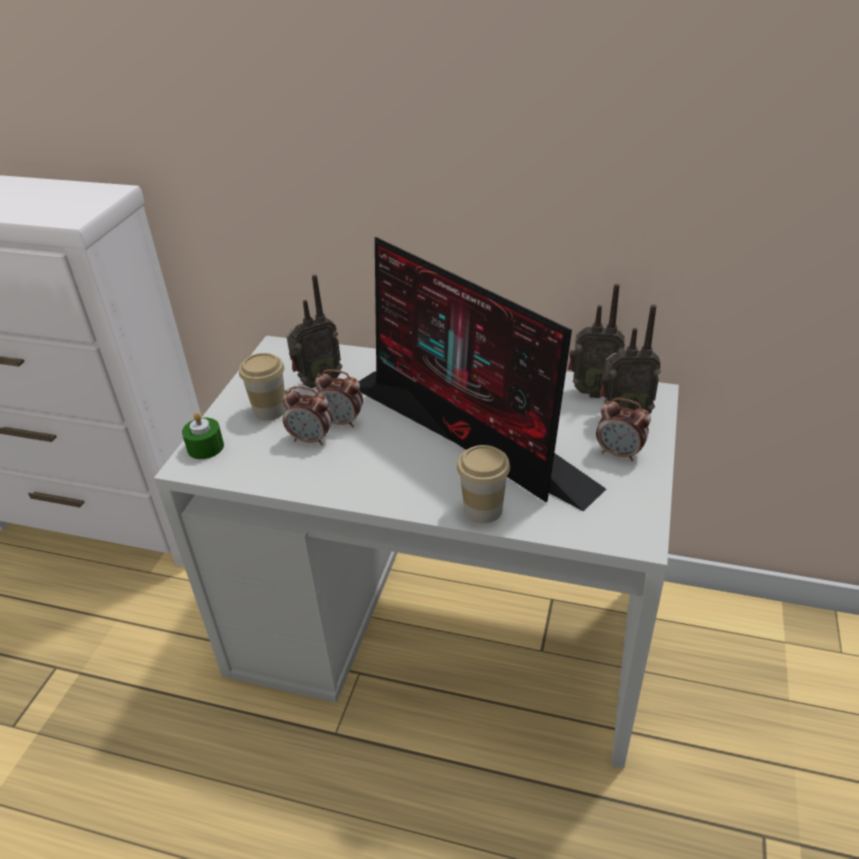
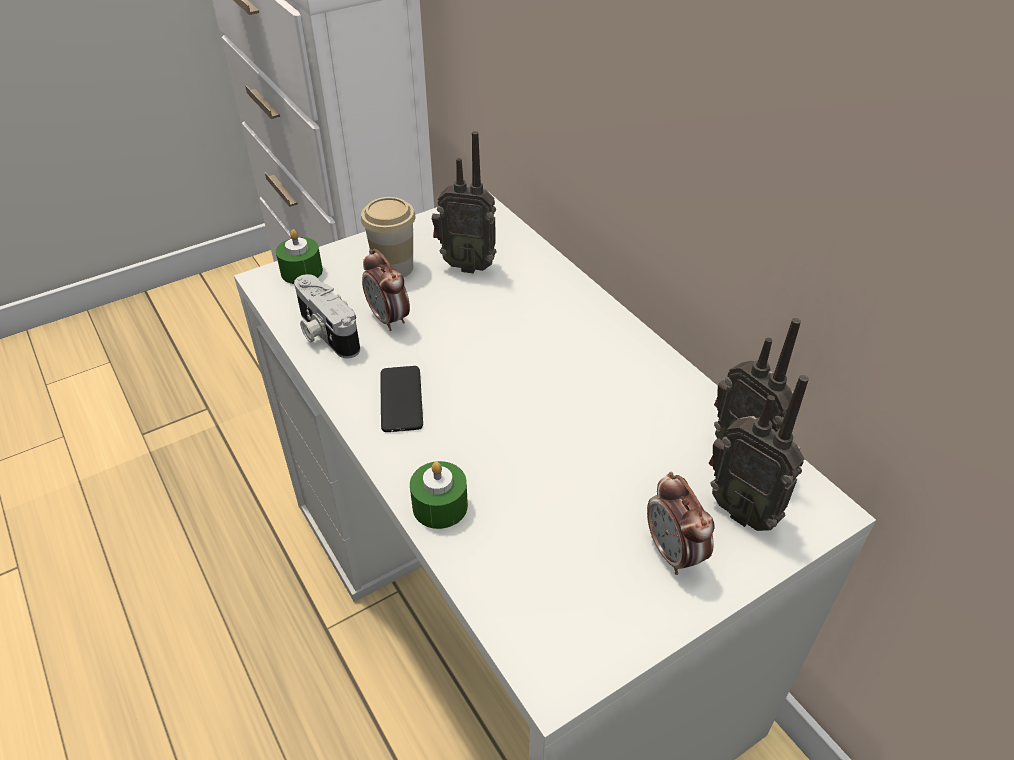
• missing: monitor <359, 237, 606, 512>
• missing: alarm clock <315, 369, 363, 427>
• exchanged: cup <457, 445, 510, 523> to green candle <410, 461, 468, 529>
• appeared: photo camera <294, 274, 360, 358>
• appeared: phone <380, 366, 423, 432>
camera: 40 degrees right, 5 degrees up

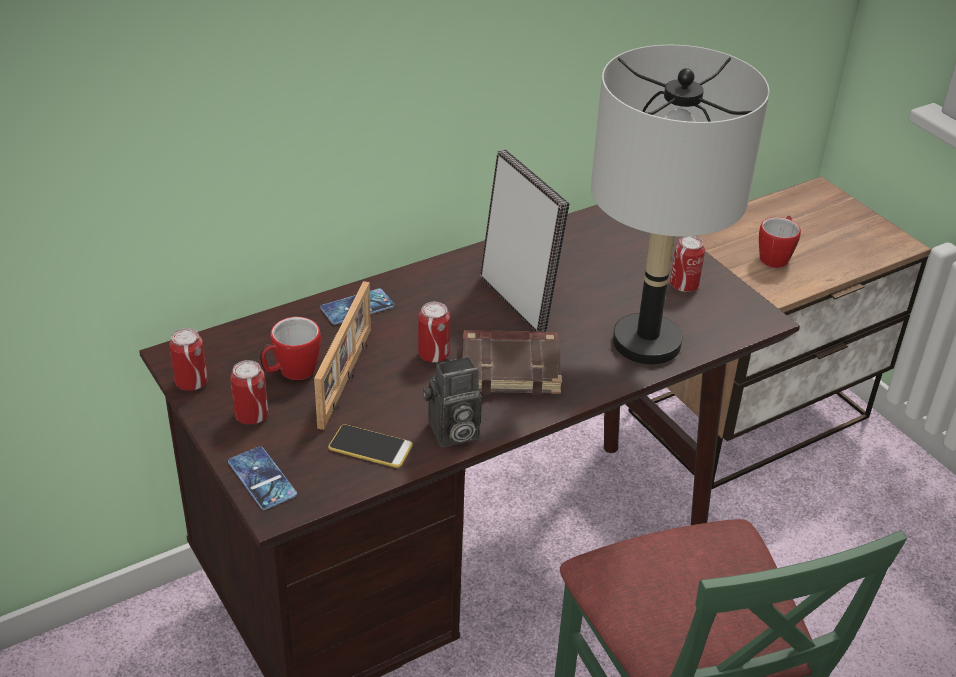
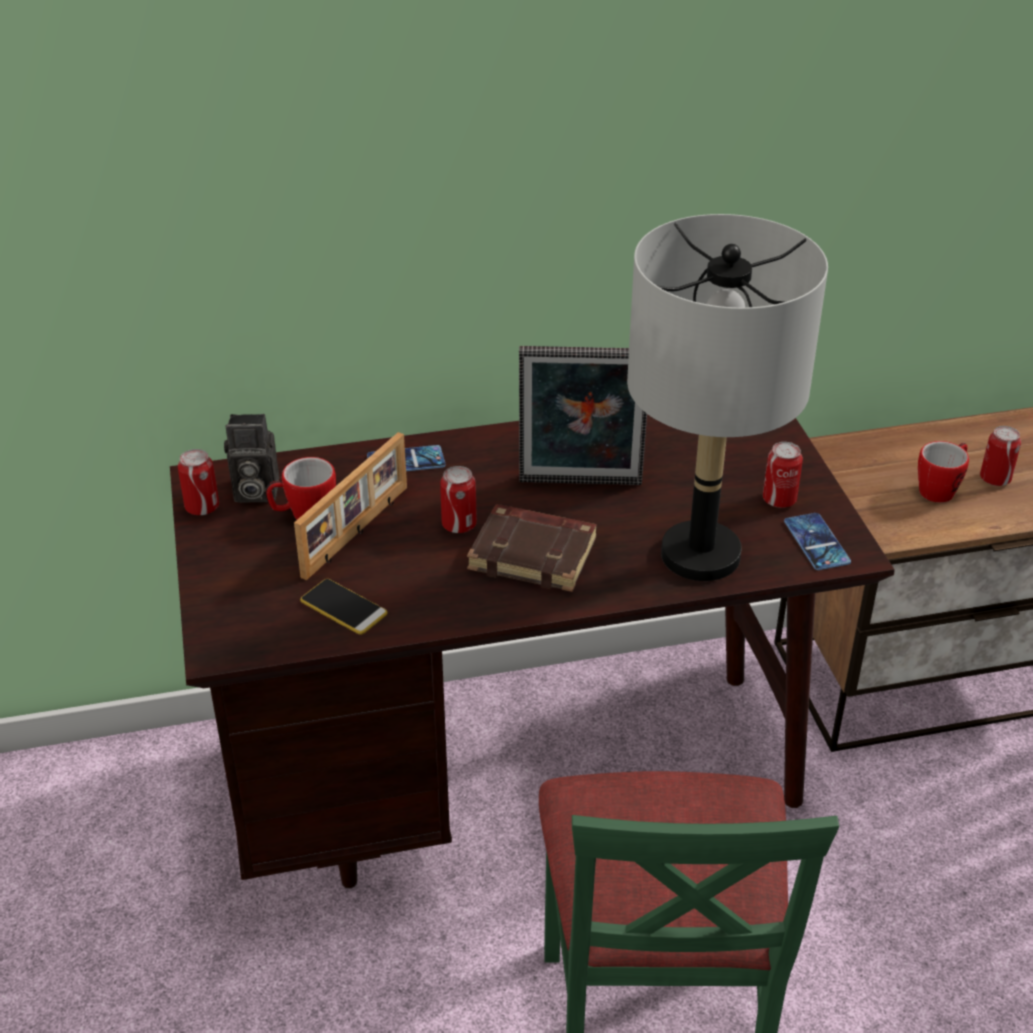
• spun: picture frame <480, 150, 570, 332> = <519, 346, 647, 485> 105 degrees clockwise
• relocated: photo camera <423, 356, 482, 447> to <224, 414, 279, 503>
• relocated: can <230, 360, 268, 424> to <980, 426, 1021, 486>
• relocated: phone <228, 446, 297, 510> to <784, 513, 851, 570>
camera: 20 degrees right, 0 degrees up

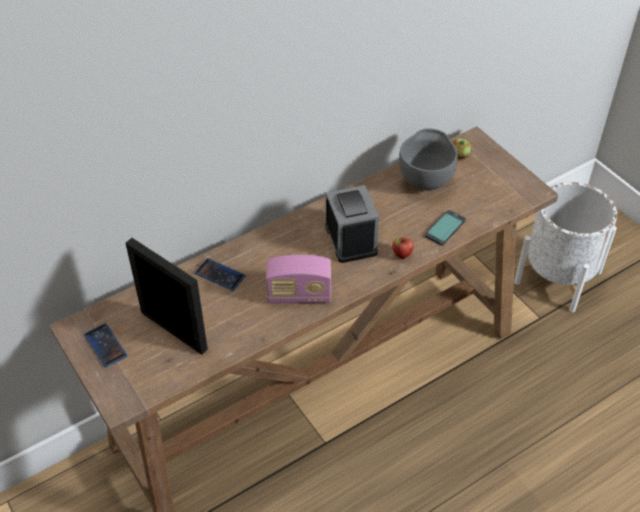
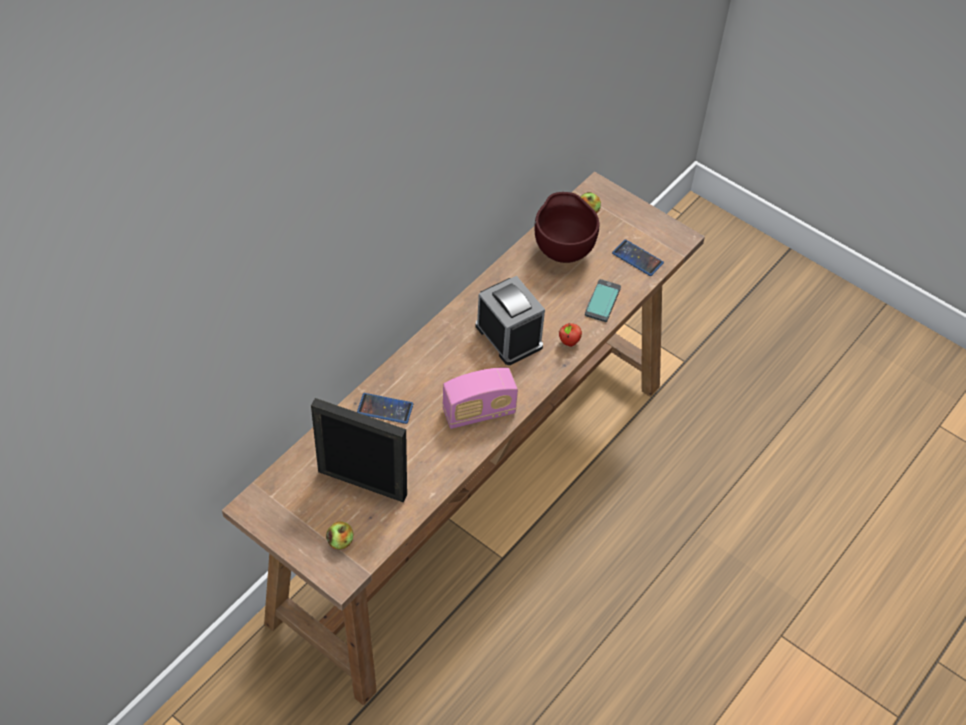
• colour: grey bowl <399, 128, 458, 191> to brown bowl <534, 192, 599, 263>
• missing: white planter <514, 182, 617, 312>
• relocated: phone <84, 323, 127, 367> to <612, 240, 664, 276>
• appeared: apple <326, 521, 354, 550>
camera: 20 degrees left, 5 degrees up

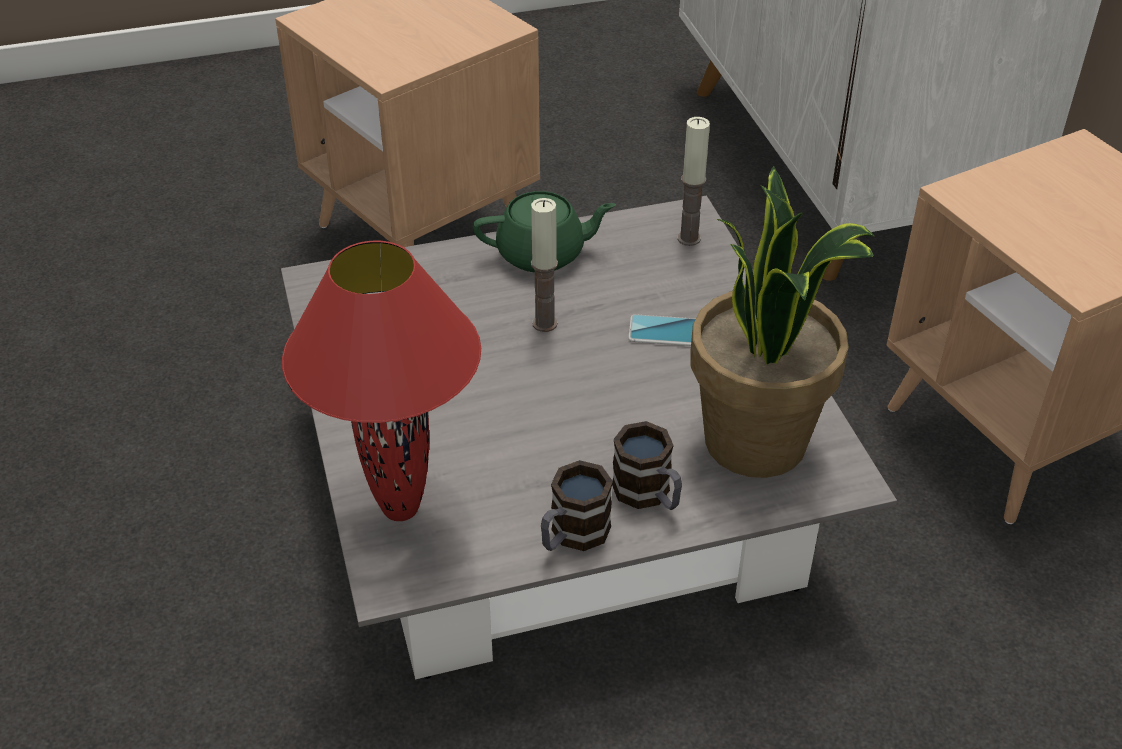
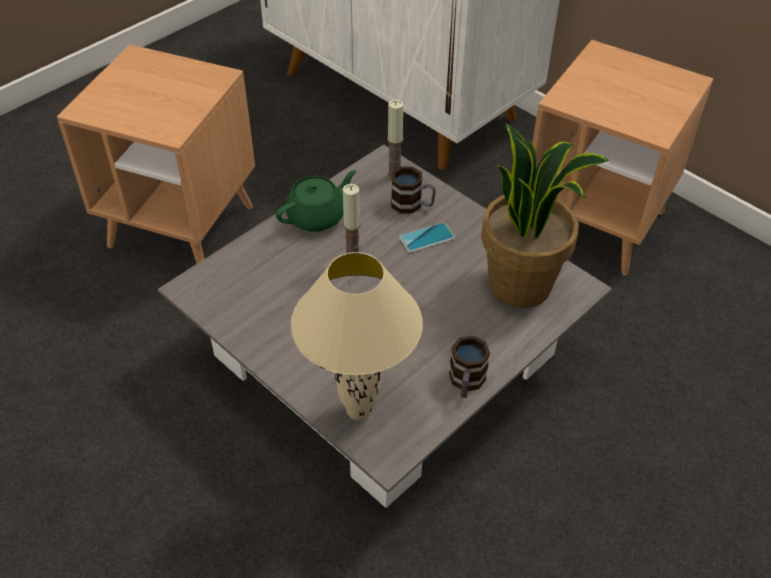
• colour: red table lamp <282, 241, 481, 521> to beige table lamp <291, 252, 423, 421>
• relocated: mug <612, 421, 682, 510> to <391, 166, 436, 214>
camera: 30 degrees left, 5 degrees up

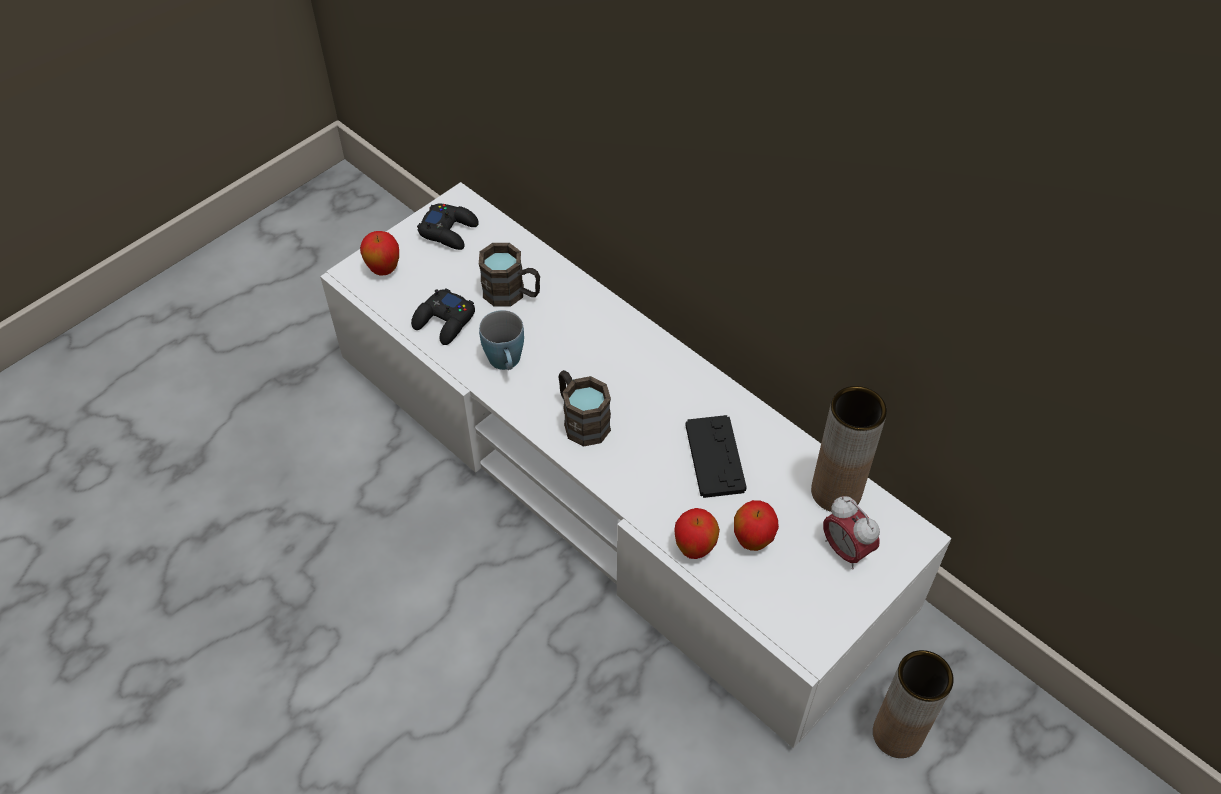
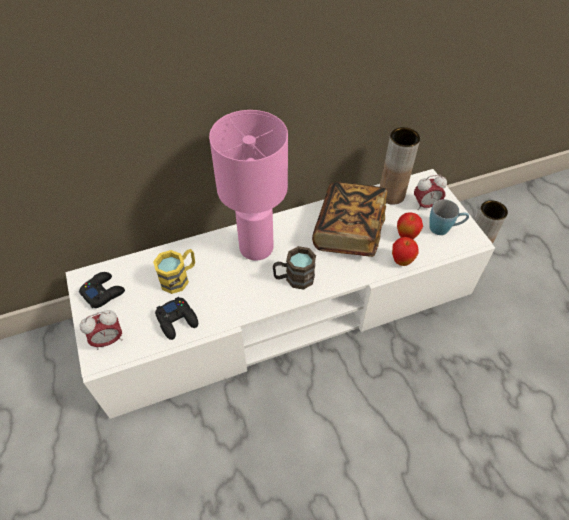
• exchanged: apple <360, 231, 399, 276> to alarm clock <79, 310, 123, 350>
• colour: brown mug <479, 243, 540, 307> to yellow mug <153, 249, 195, 294>
• relocated: blue mug <479, 310, 524, 370> to <429, 199, 469, 235>
• exchanged: black game controller <685, 415, 747, 498> to book <312, 182, 387, 257>
• appeared: pink table lamp <209, 110, 288, 261>
camera: 65 degrees left, 0 degrees up

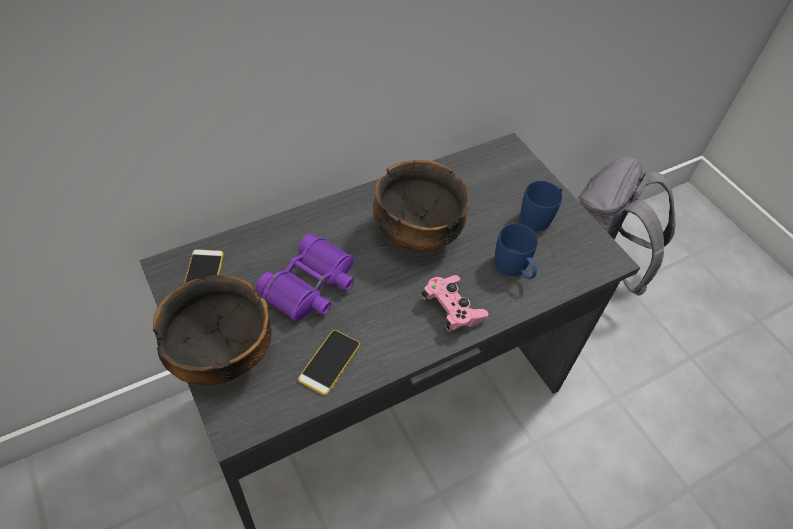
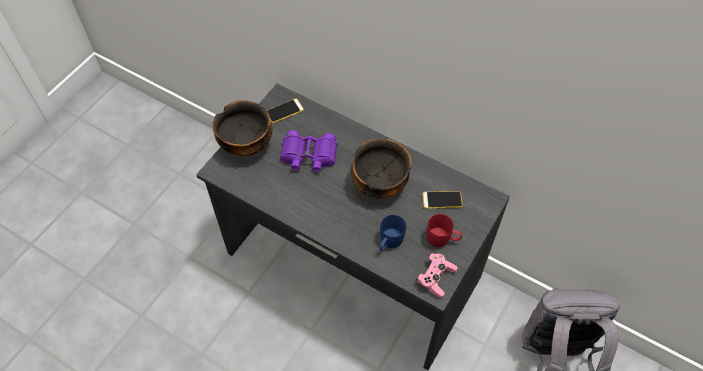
• colour: blue mug <520, 181, 562, 231> to red mug <427, 214, 462, 247>
• relocated: pink game controller <422, 275, 489, 332> to <416, 253, 458, 298>
• relocated: phone <298, 330, 360, 395> to <422, 191, 463, 209>
camera: 65 degrees right, 5 degrees up

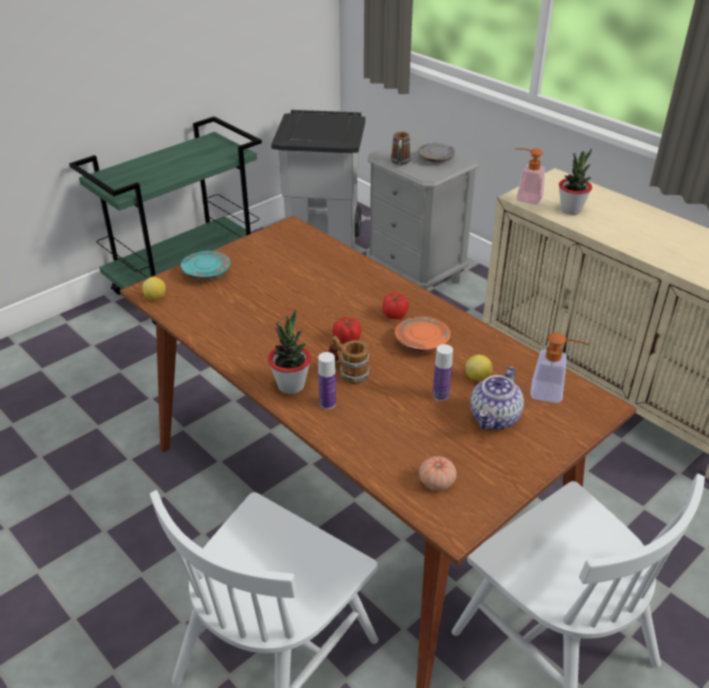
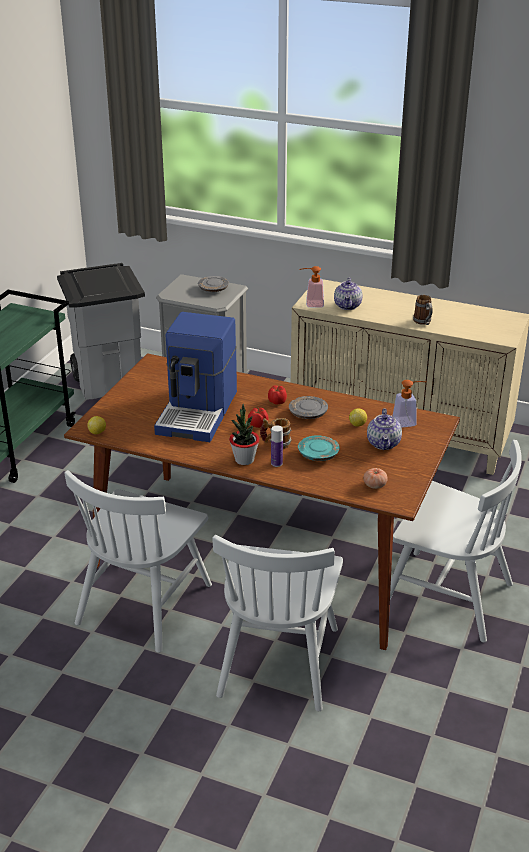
• relocated: mug <391, 132, 410, 165> to <413, 295, 433, 325>
• exchanged: potted plant <559, 149, 592, 215> to teapot <334, 278, 362, 310>
• relocated: turquoise plate <181, 251, 231, 280> to <298, 435, 340, 461>
• colour: orange plate <395, 317, 451, 352> to grey plate <289, 396, 328, 419>
• missing: bottle <433, 344, 453, 401>
• appeared: coffee machine <154, 312, 237, 442>
• appeared: white chair <64, 470, 212, 653>
camera: 25 degrees left, 5 degrees down

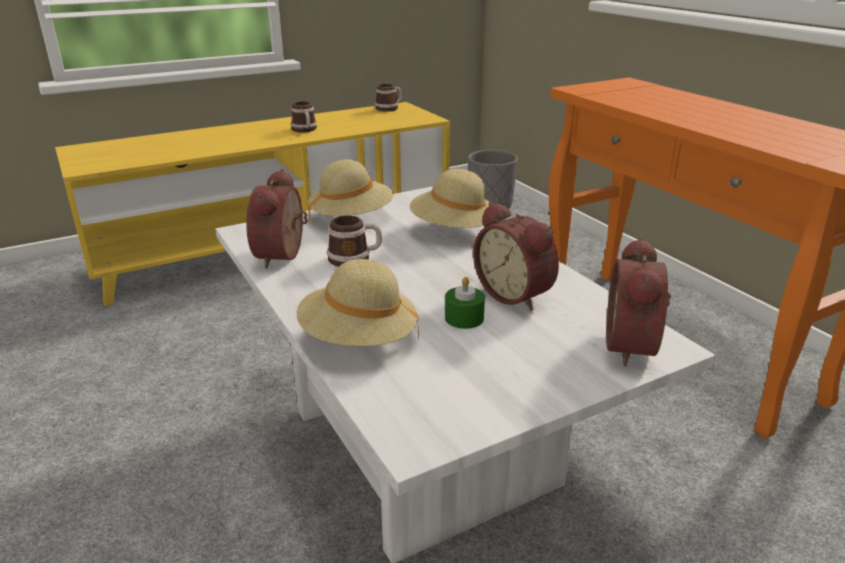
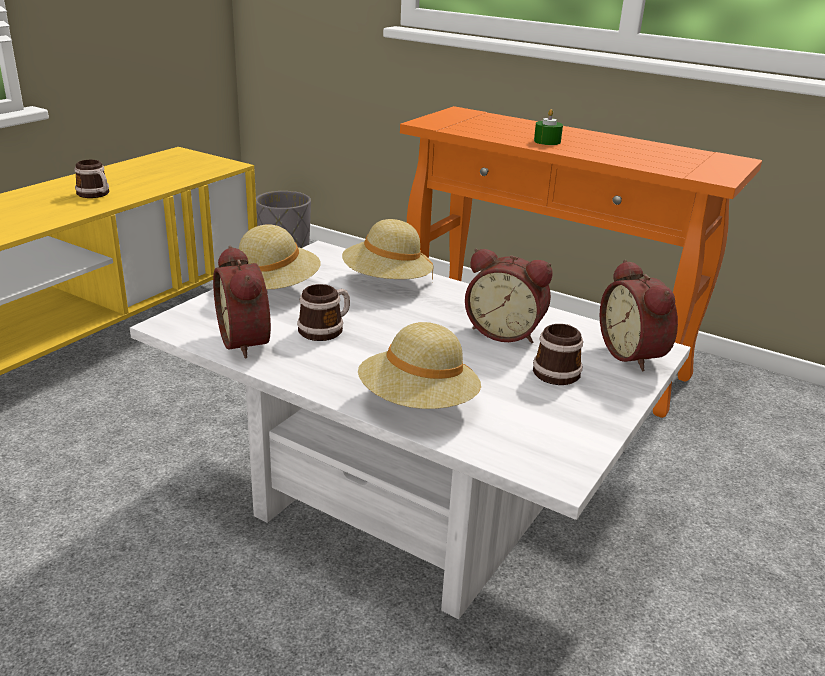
• relocated: mug <375, 84, 402, 112> to <533, 324, 583, 385>
• relocated: green candle <445, 277, 485, 329> to <534, 109, 563, 145>
camera: 30 degrees left, 0 degrees up

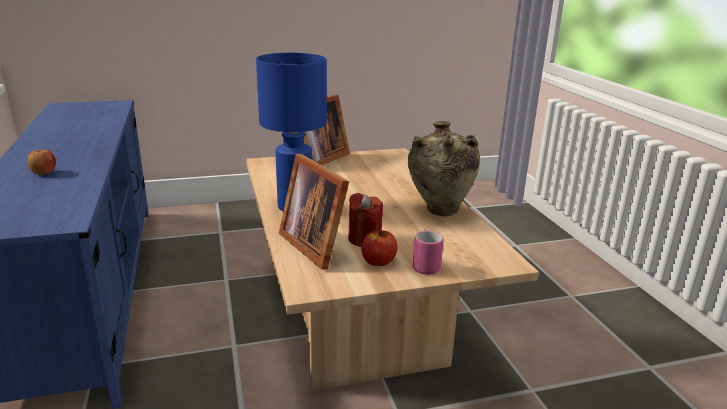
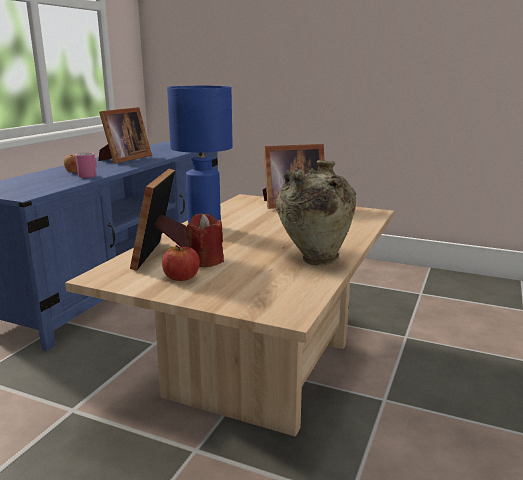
• relocated: pink mug <413, 231, 444, 275> to <76, 152, 97, 178>
• appeared: picture frame <98, 107, 152, 164>
camera: 40 degrees right, 5 degrees down

